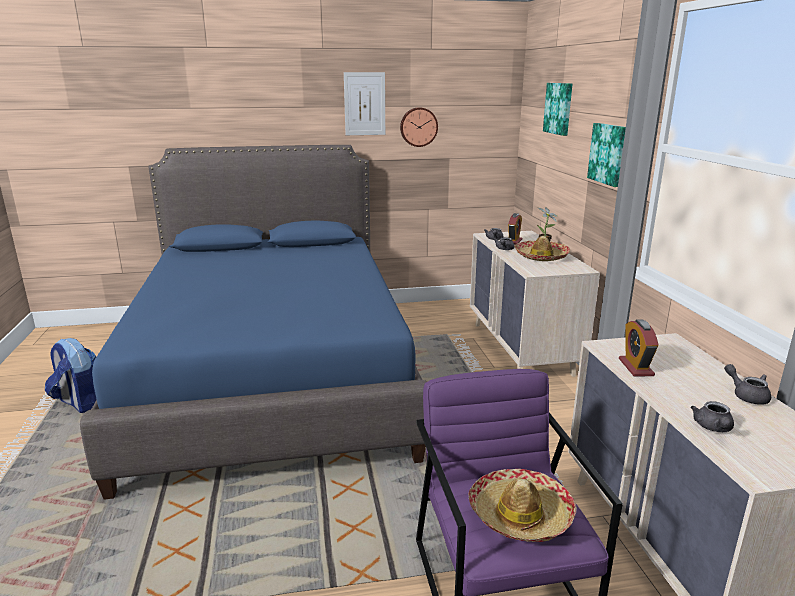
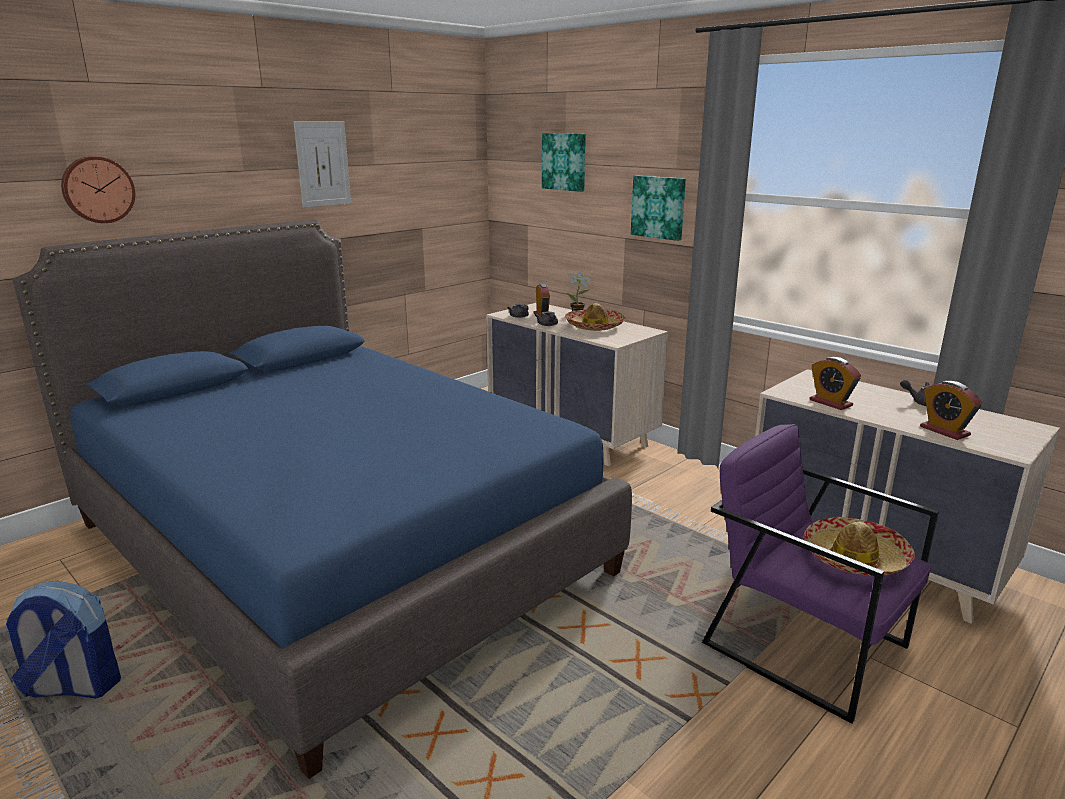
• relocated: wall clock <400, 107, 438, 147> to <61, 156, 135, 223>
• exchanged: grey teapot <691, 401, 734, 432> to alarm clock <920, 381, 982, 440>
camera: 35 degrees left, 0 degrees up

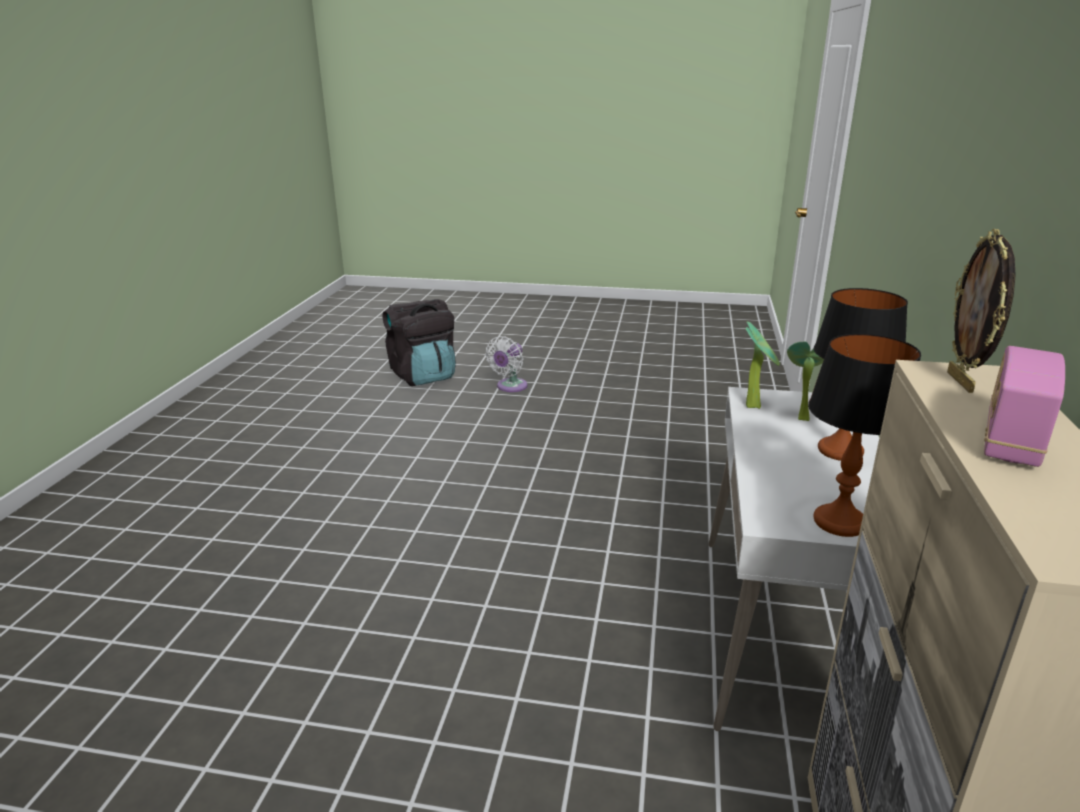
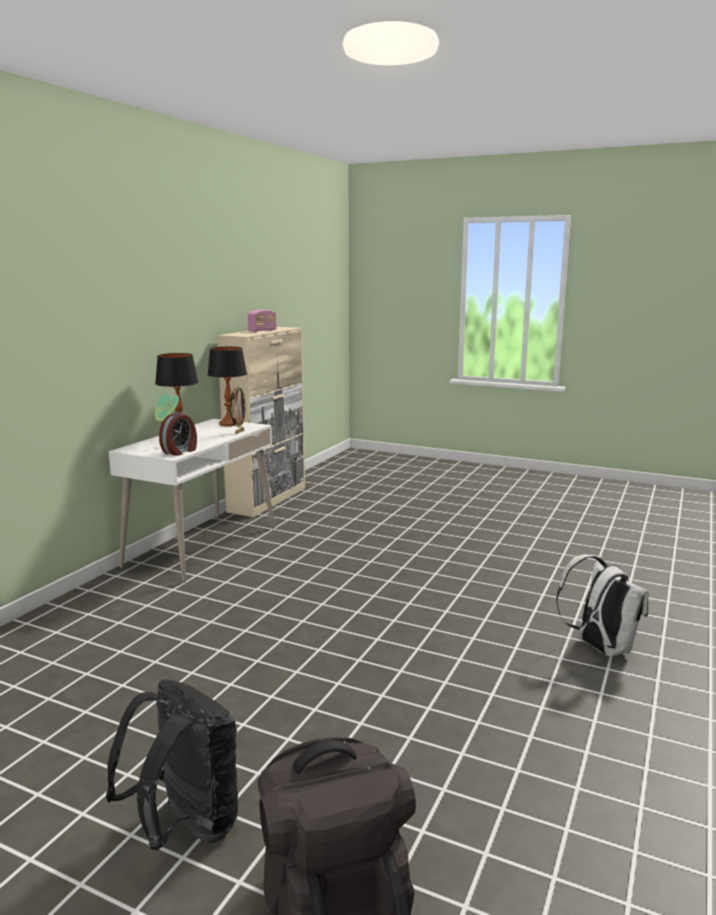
• relocated: picture frame <947, 229, 1016, 393> to <230, 385, 247, 434>
• exchanged: potted plant <746, 322, 780, 409> to alarm clock <159, 412, 197, 456>
• exchanged: white fan <485, 336, 528, 392> to black backpack <106, 679, 238, 850>
• appeared: white backpack <556, 554, 649, 656>
camera: 165 degrees left, 10 degrees down

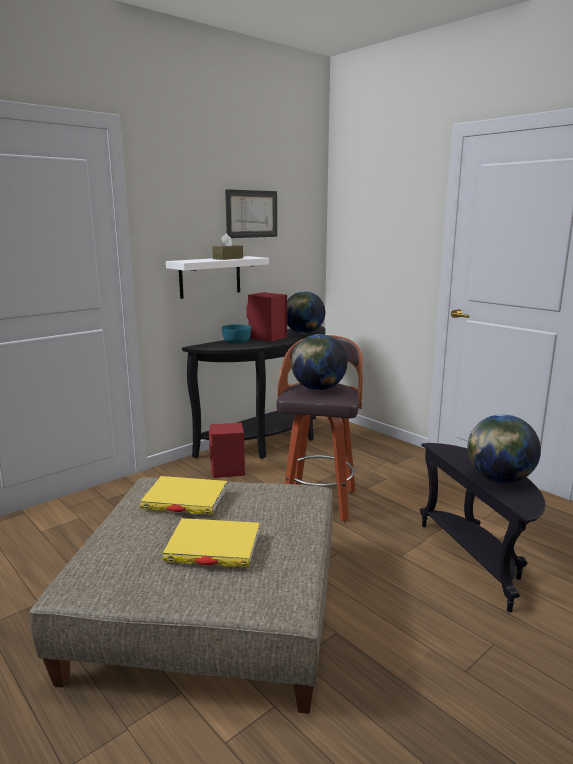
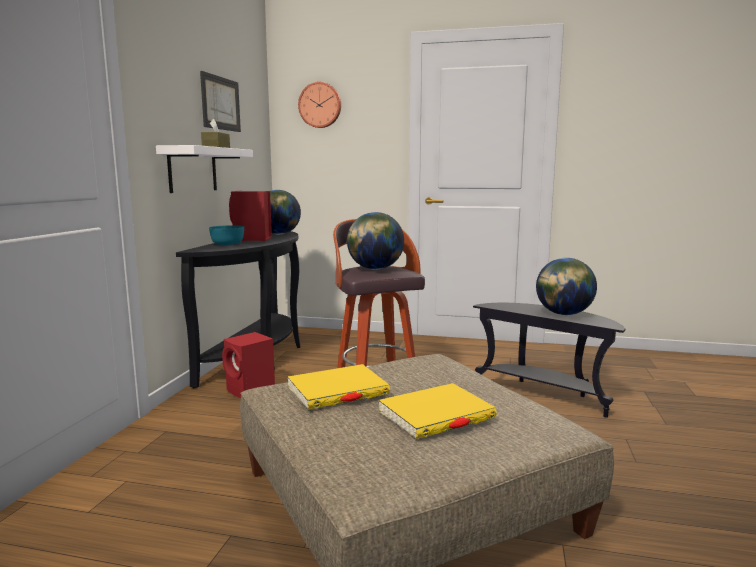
• appeared: wall clock <298, 82, 341, 128>
camera: 35 degrees left, 5 degrees down

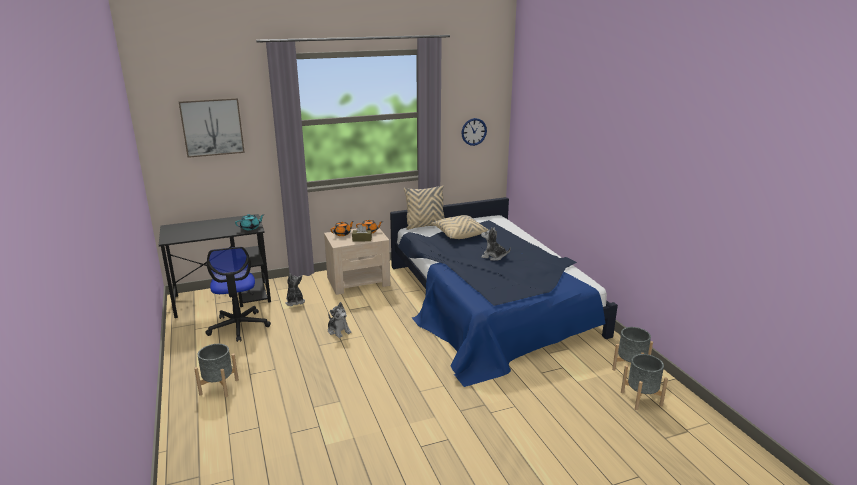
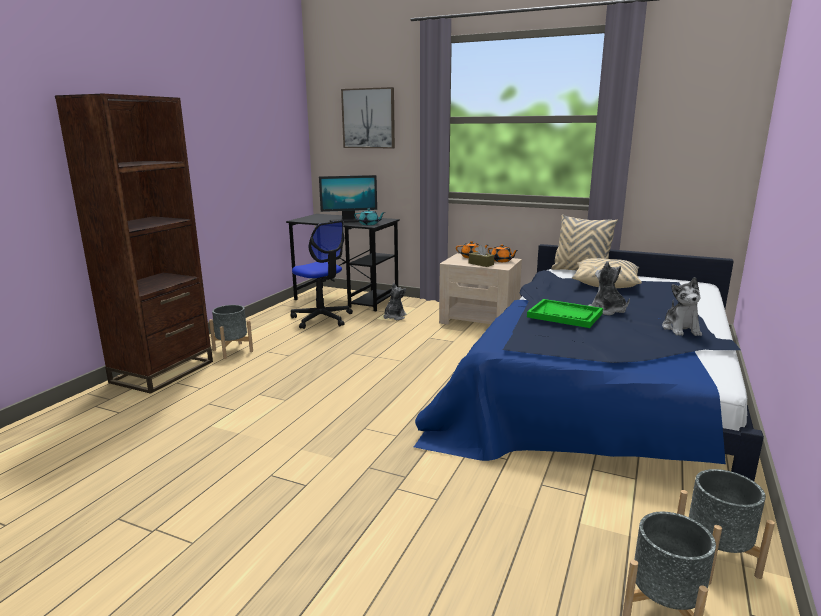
• missing: wall clock <461, 118, 487, 146>
• spun: office chair <205, 247, 271, 342> = <291, 220, 353, 329> 75 degrees counterclockwise
• relocated: plush toy <328, 302, 352, 338> to <662, 277, 702, 336>
• appeared: brown bookcase <55, 93, 213, 394>
• appeared: monitor <319, 175, 377, 223>
• appeared: green tray <527, 299, 603, 328>
camera: 45 degrees right, 5 degrees down

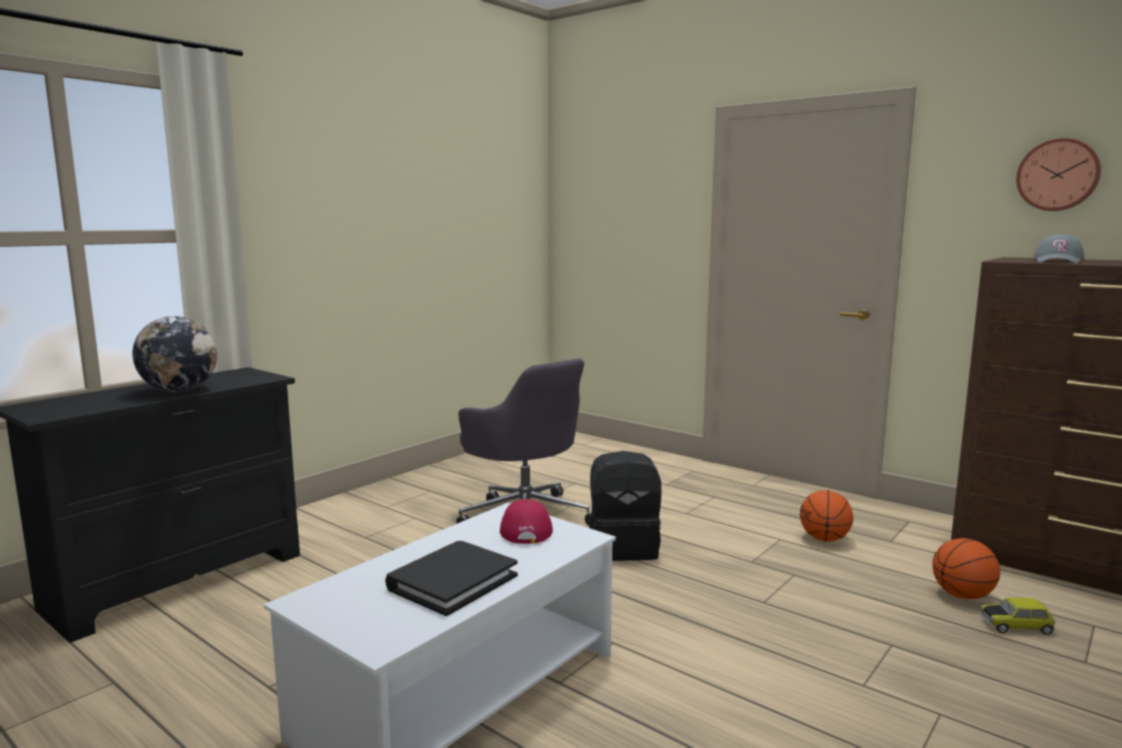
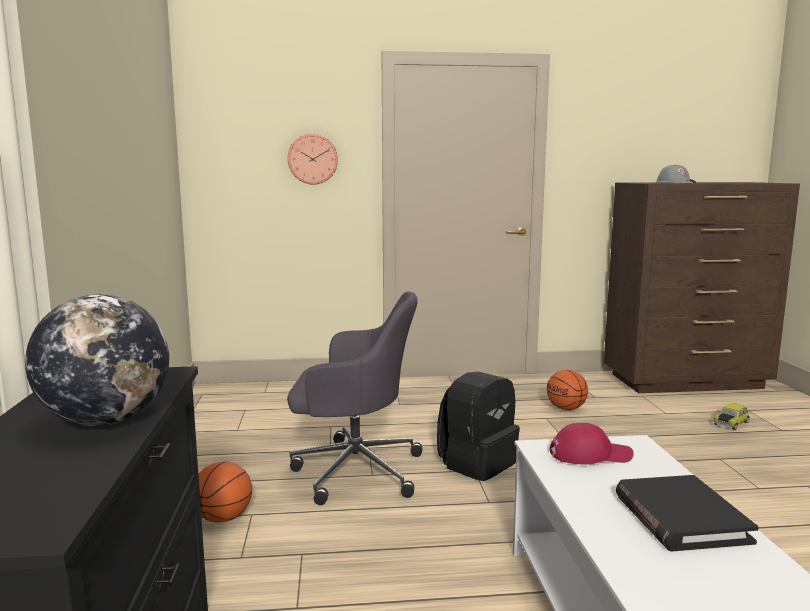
• relocated: wall clock <1016, 138, 1101, 211> to <288, 134, 338, 184>
• spun: red cap <500, 499, 553, 544> = <550, 423, 634, 464> 135 degrees clockwise
• relocated: basketball <932, 538, 1000, 599> to <198, 461, 252, 523>
camera: 45 degrees left, 0 degrees up

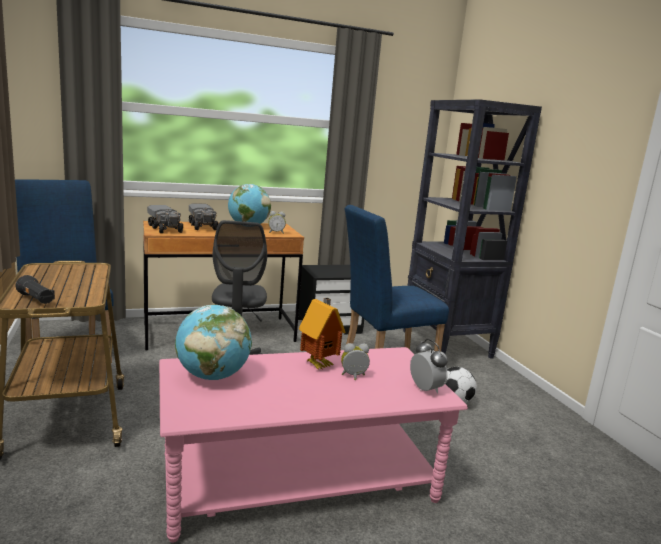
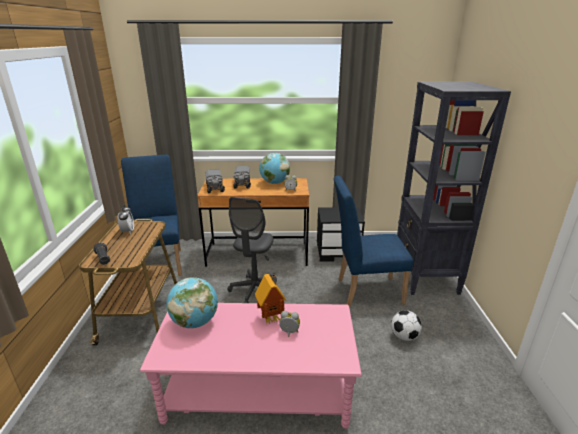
• relocated: alarm clock <410, 339, 448, 394> to <118, 205, 134, 234>
camera: 20 degrees right, 10 degrees up

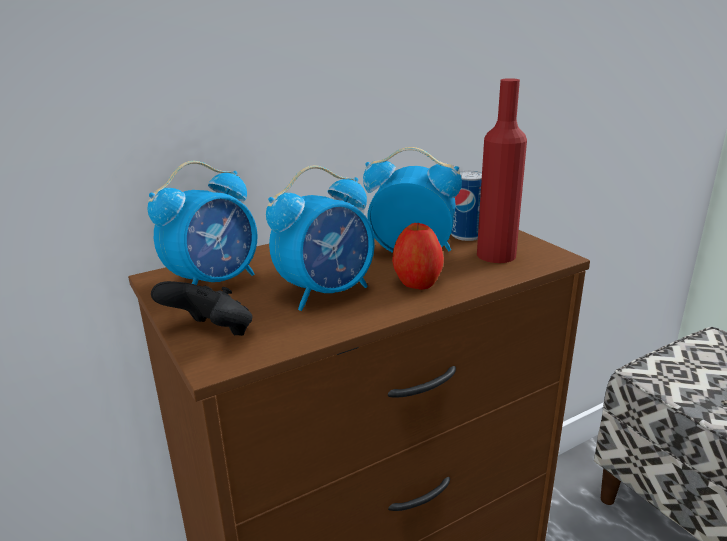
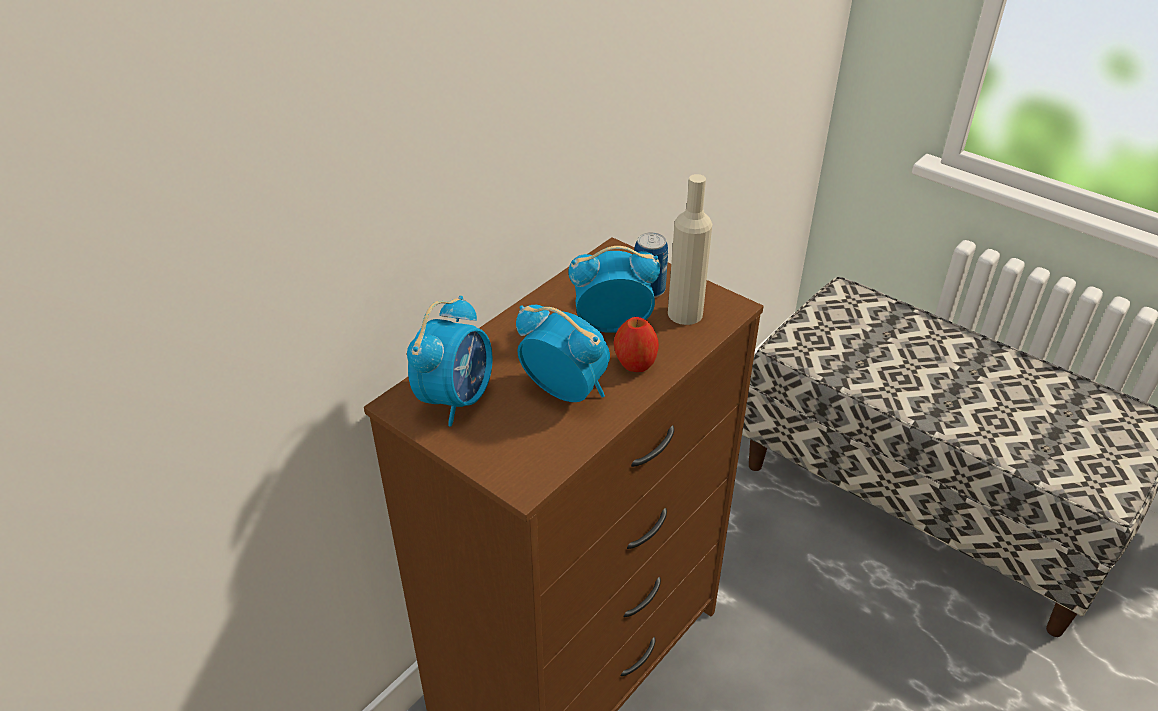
• colour: red bottle <477, 78, 527, 263> to beige bottle <668, 174, 712, 325>
• spun: alarm clock <266, 165, 375, 311> = <516, 305, 610, 402> 90 degrees counterclockwise
• missing: black game controller <151, 281, 252, 336>
camera: 20 degrees left, 15 degrees up

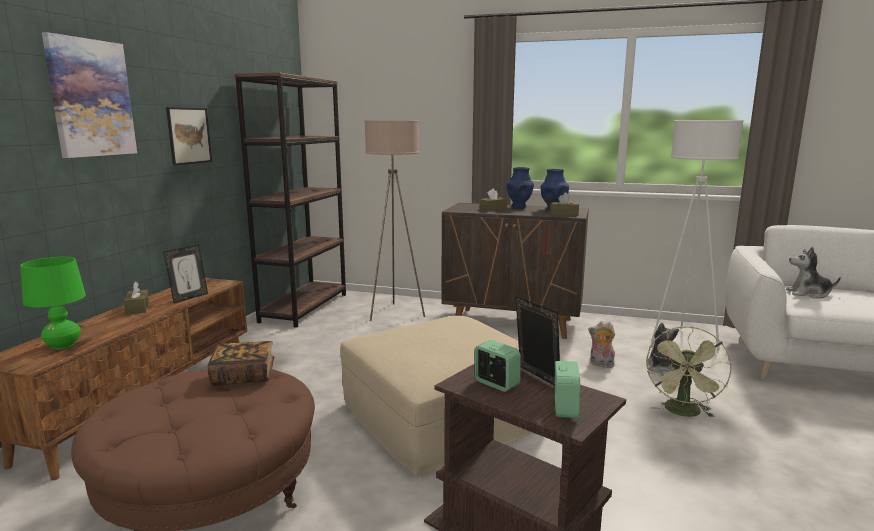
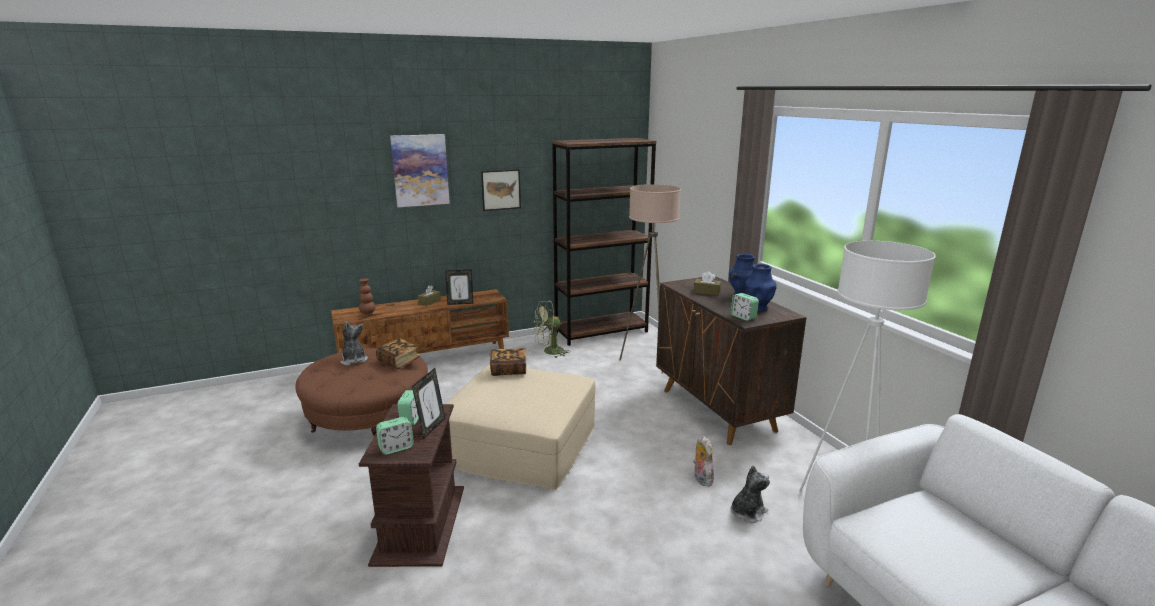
• exchanged: brown tissue box <550, 192, 579, 216> to alarm clock <731, 293, 759, 321>
• relocated: plush toy <786, 247, 841, 298> to <341, 321, 368, 365>
• exchanged: green table lamp <20, 257, 86, 349> to brown vase <359, 278, 375, 315>
• relocated: green fan <646, 326, 732, 417> to <534, 301, 571, 358>
• appeared: book <490, 348, 526, 376>
camera: 50 degrees right, 5 degrees up

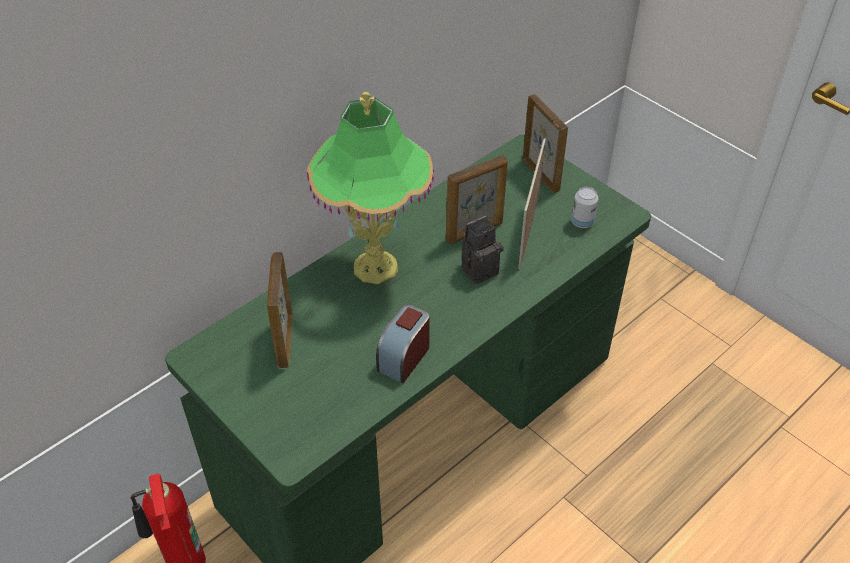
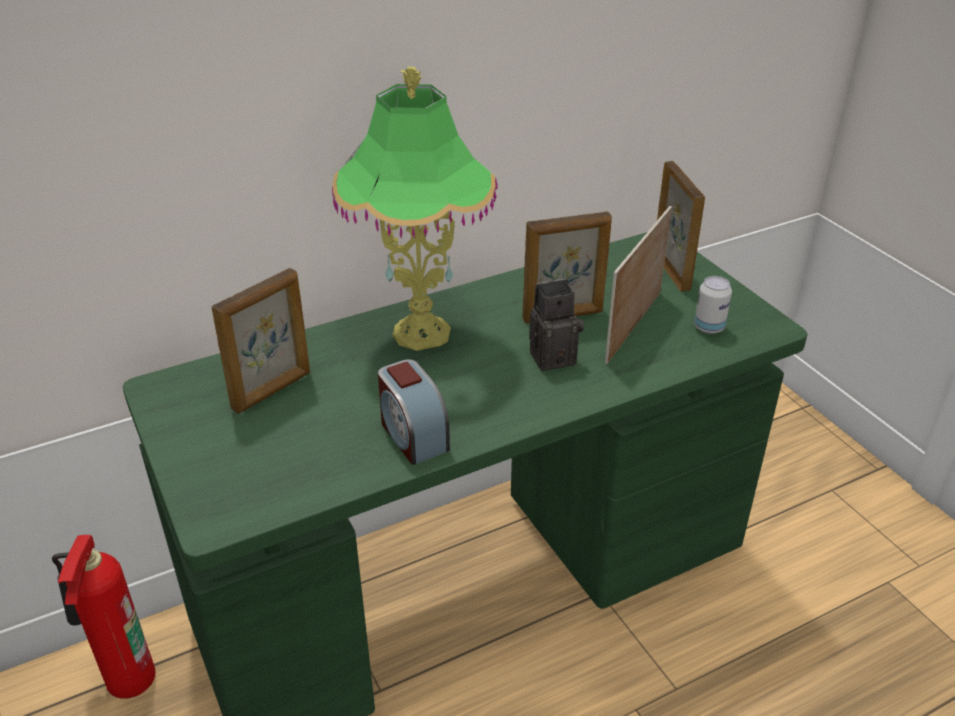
• spun: picture frame <267, 252, 293, 368> = <212, 268, 310, 414> 150 degrees counterclockwise
• spun: alarm clock <376, 304, 430, 383> = <378, 359, 450, 465> 75 degrees counterclockwise
camera: 15 degrees right, 10 degrees down

